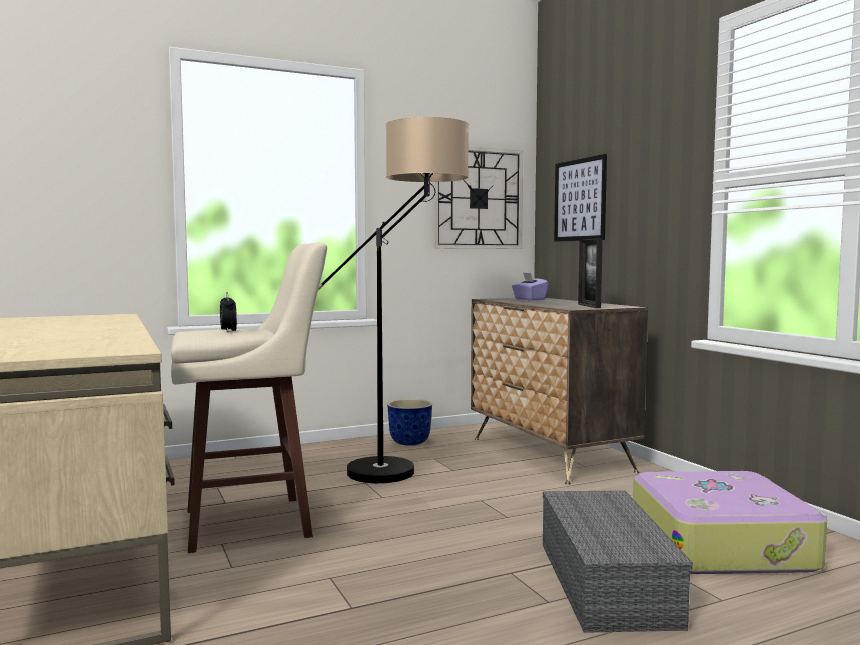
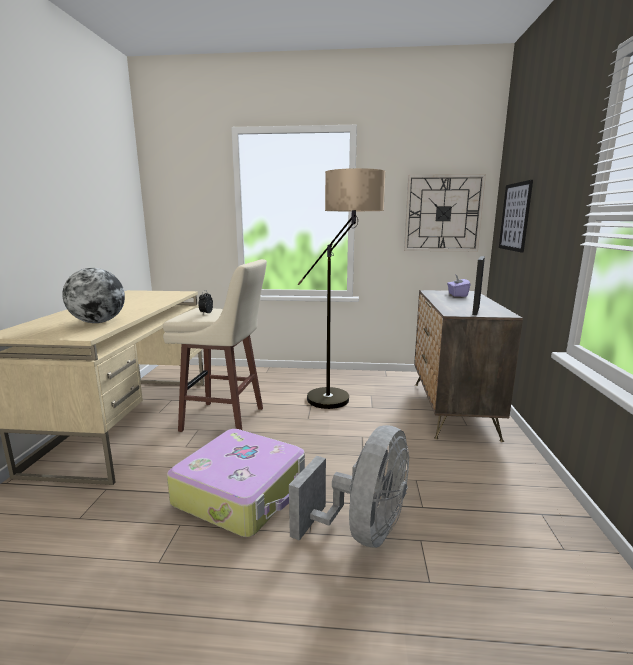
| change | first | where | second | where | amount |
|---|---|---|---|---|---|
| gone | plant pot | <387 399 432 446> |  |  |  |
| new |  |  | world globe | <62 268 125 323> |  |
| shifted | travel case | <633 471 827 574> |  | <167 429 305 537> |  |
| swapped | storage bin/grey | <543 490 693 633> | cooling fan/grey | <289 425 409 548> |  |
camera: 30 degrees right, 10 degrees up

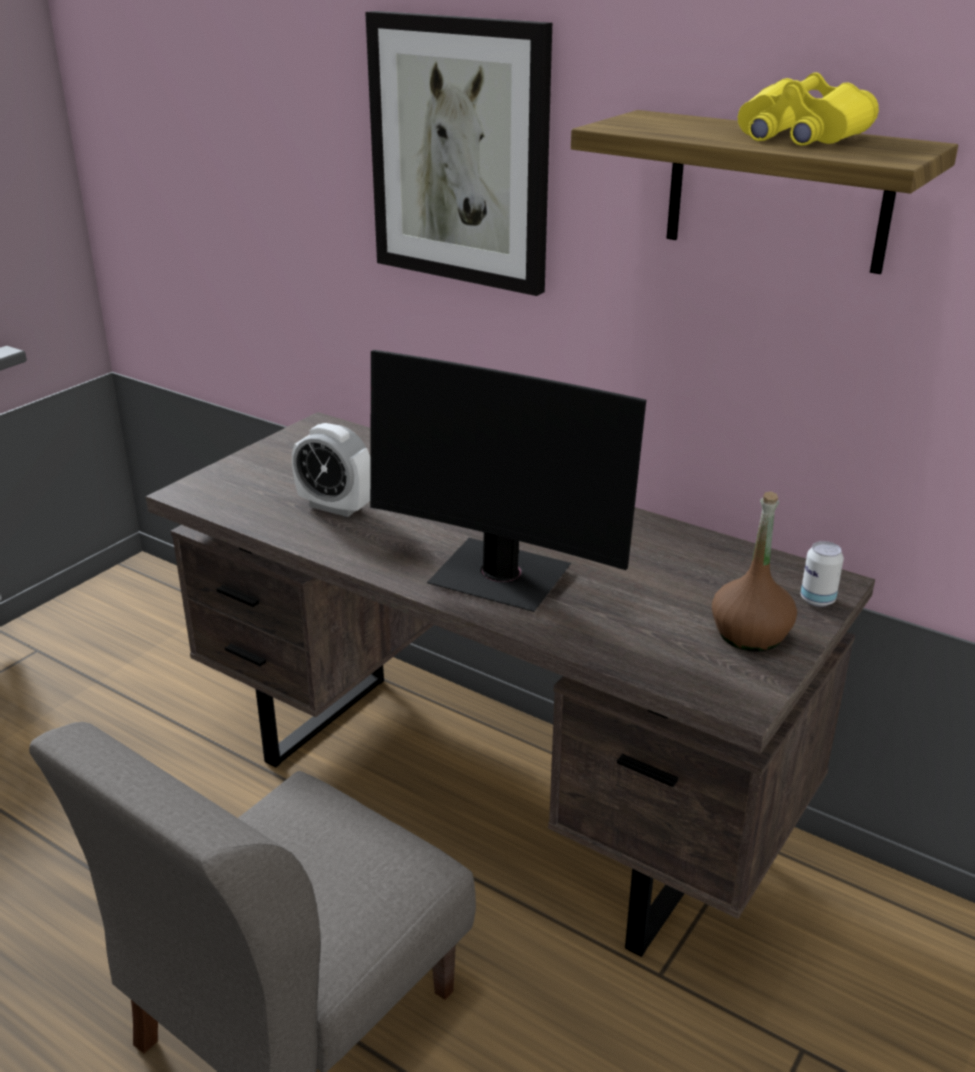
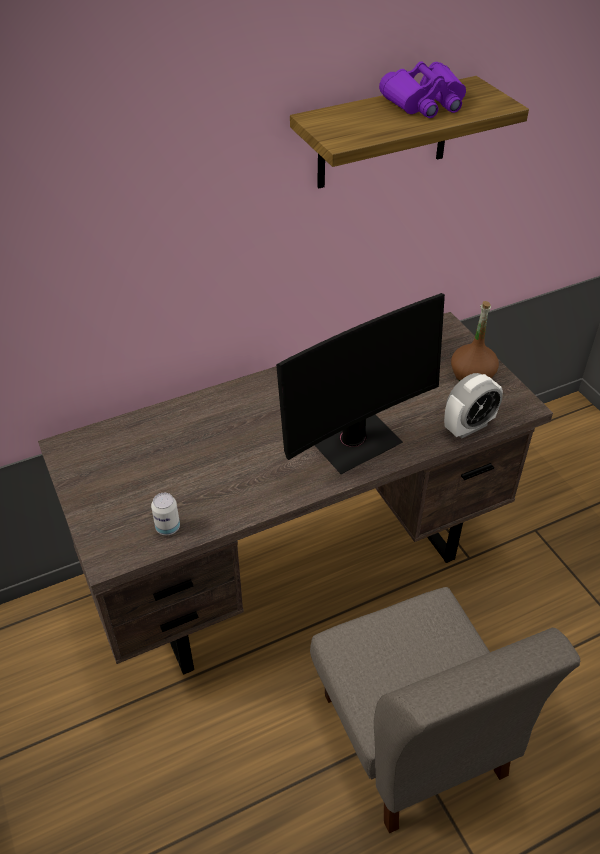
| change | first | where | second | where | amount |
|---|---|---|---|---|---|
| gone | wall picture | <365 11 552 296> |  |  |  |
| shifted | alarm clock | <292 423 370 517> |  | <444 373 503 439> |  |
| shifted | sealed can | <801 541 844 607> |  | <151 493 180 535> |  |
| repainted | pair of binoculars/yellow | <738 72 879 146> | pair of binoculars/purplish | <379 61 466 118> |  |
camera: 60 degrees left, 15 degrees up

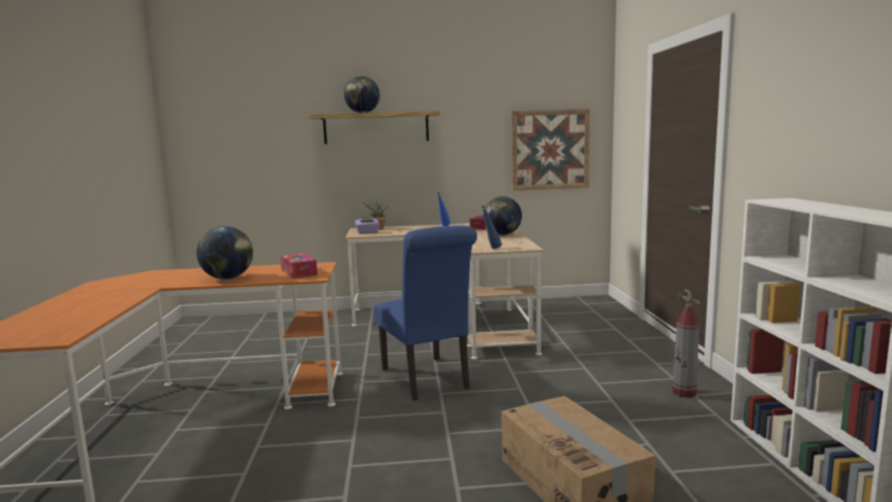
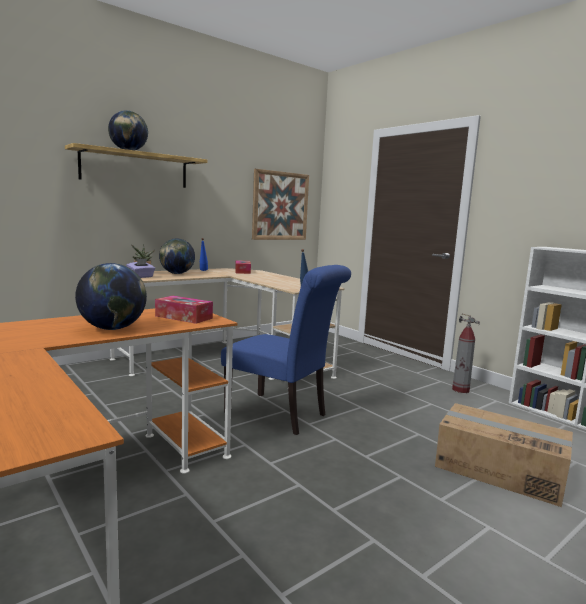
| change | first | where | second | where | amount |
|---|---|---|---|---|---|
| shifted | world globe | <483 196 522 236> |  | <159 238 195 274> |  |
camera: 35 degrees left, 0 degrees up

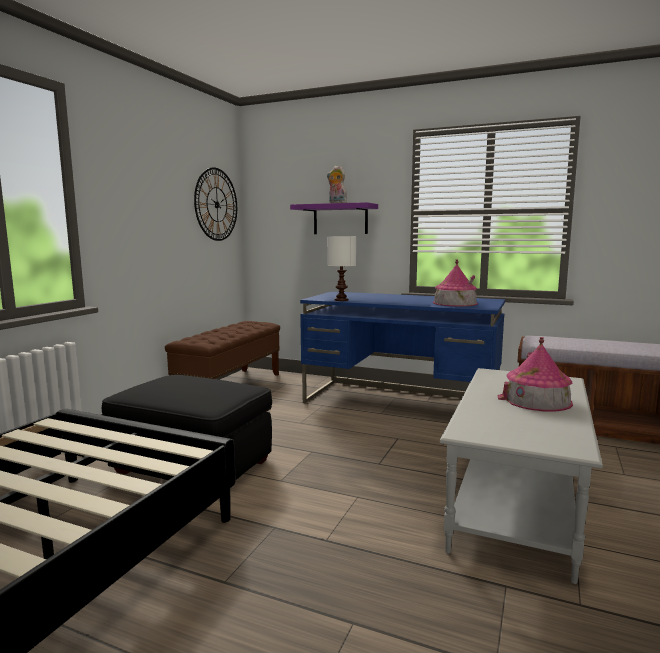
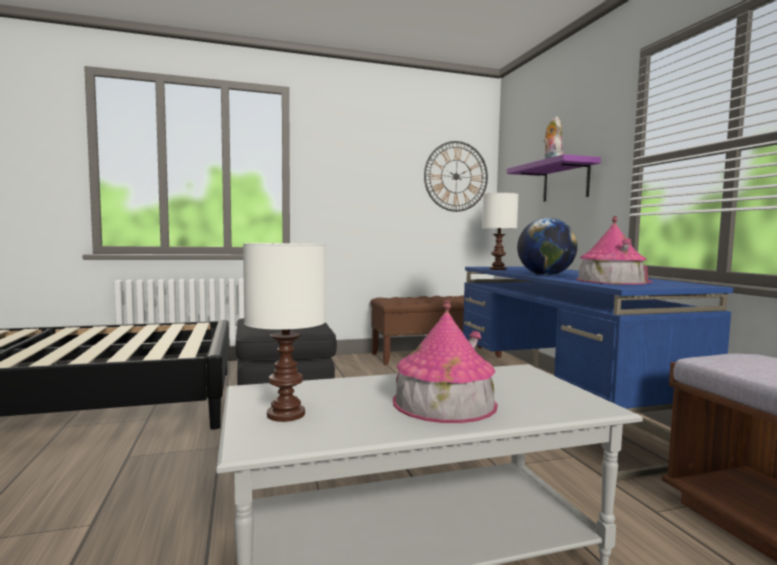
| change | first | where | second | where | amount |
|---|---|---|---|---|---|
| new |  |  | table lamp/white | <243 243 326 422> |  |
| new |  |  | world globe | <517 218 578 276> |  |
camera: 50 degrees right, 5 degrees down

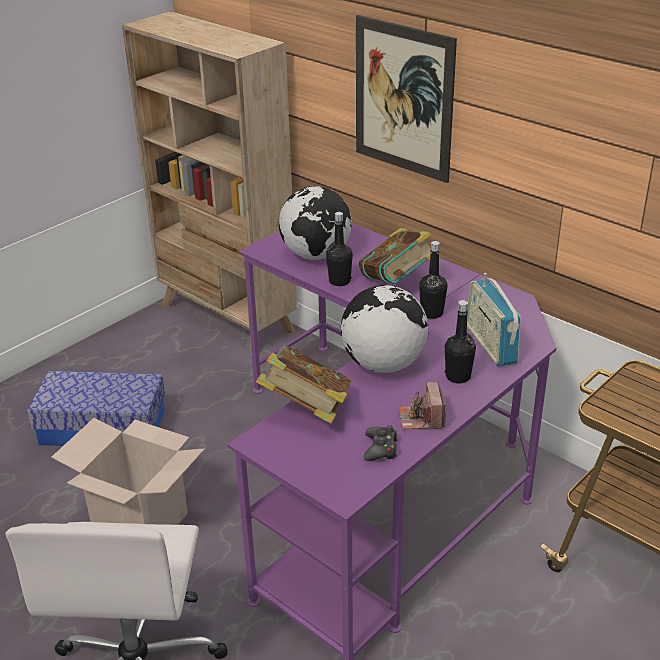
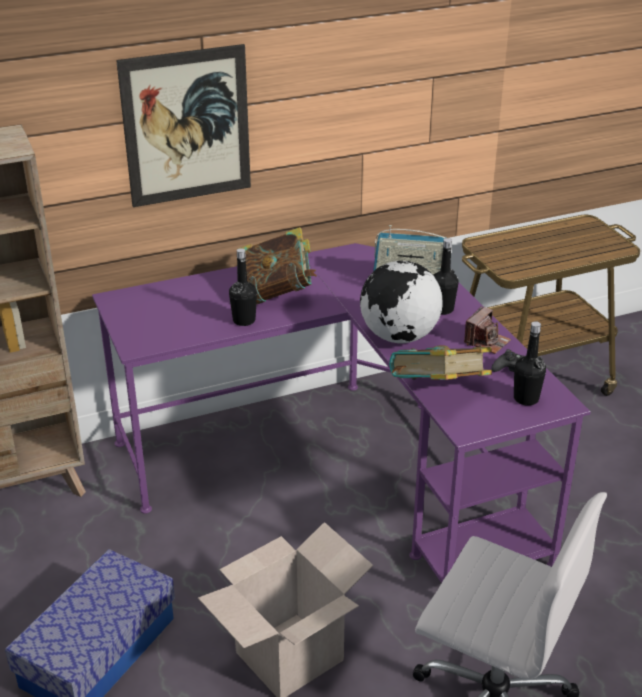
| change | first | where | second | where | amount |
|---|---|---|---|---|---|
| gone | world globe | <279 186 352 260> |  |  |  |
| shifted | beverage bottle/black-coloured | <419 241 447 319> |  | <514 321 546 406> |  |
| rotated | photo camera | <399 382 446 430> |  | <464 306 511 354> | 75 degrees counterclockwise |
camera: 65 degrees left, 0 degrees up

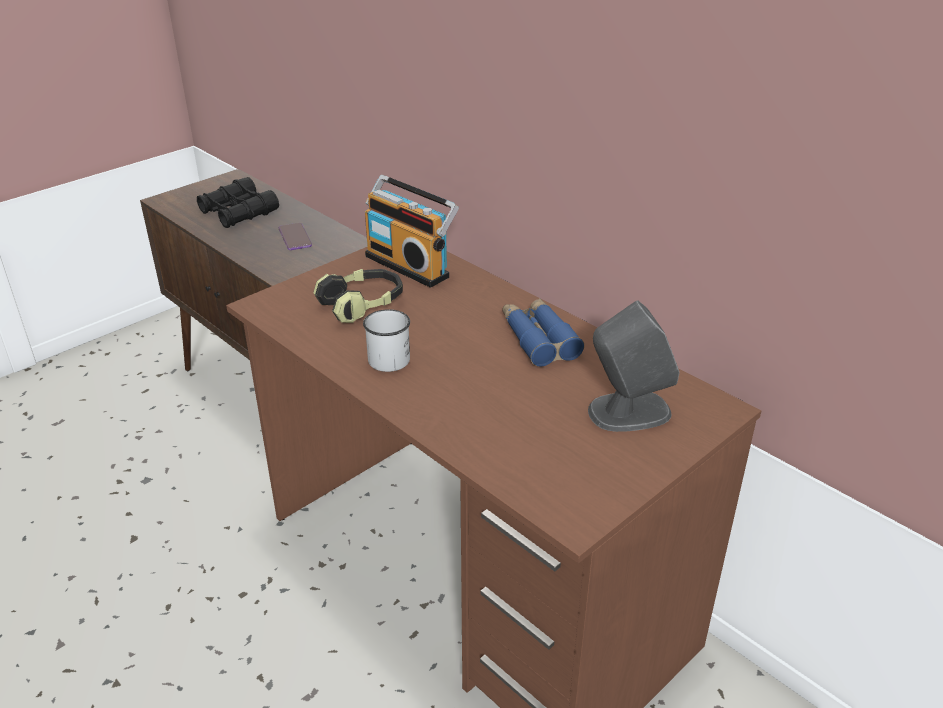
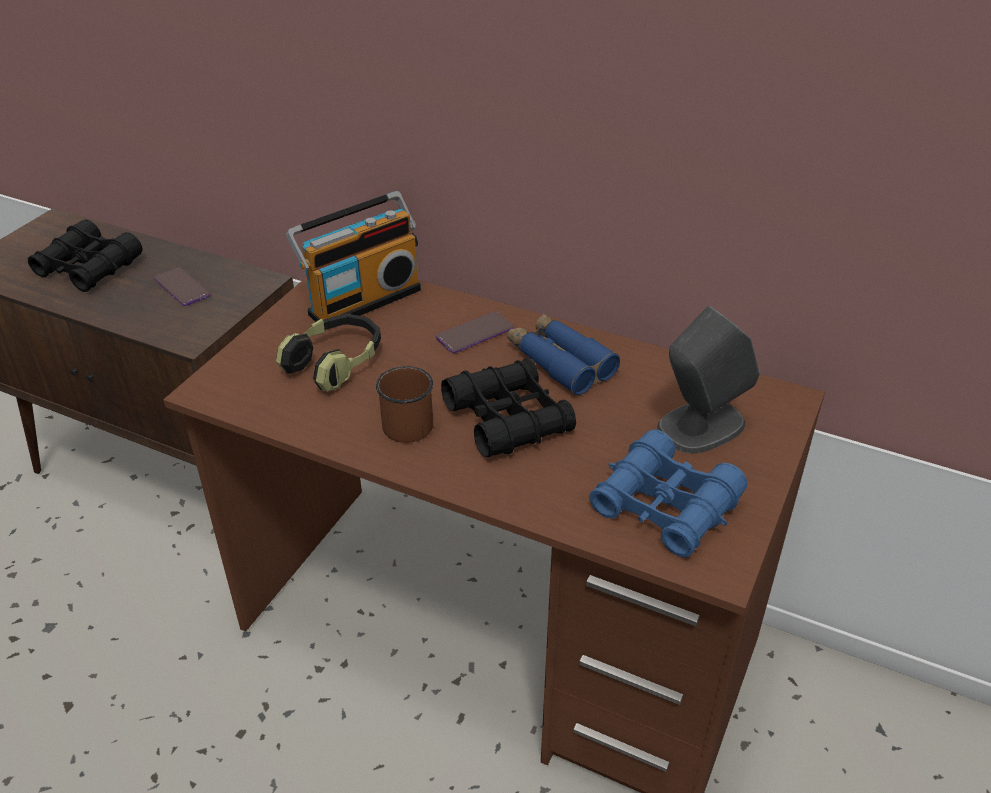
| change | first | where | second | where | amount |
|---|---|---|---|---|---|
| new |  |  | phone | <436 311 514 353> |  |
| new |  |  | pair of binoculars/black-coloured | <441 358 576 457> |  |
| new |  |  | pair of binoculars/blue | <589 429 748 557> |  |
| repainted | tea mug/white | <363 309 410 372> | tea mug/brownish | <376 366 433 443> |  |
| rotated | radio set | <365 175 459 288> |  | <286 191 421 322> | 60 degrees counterclockwise |
camera: 20 degrees left, 5 degrees up

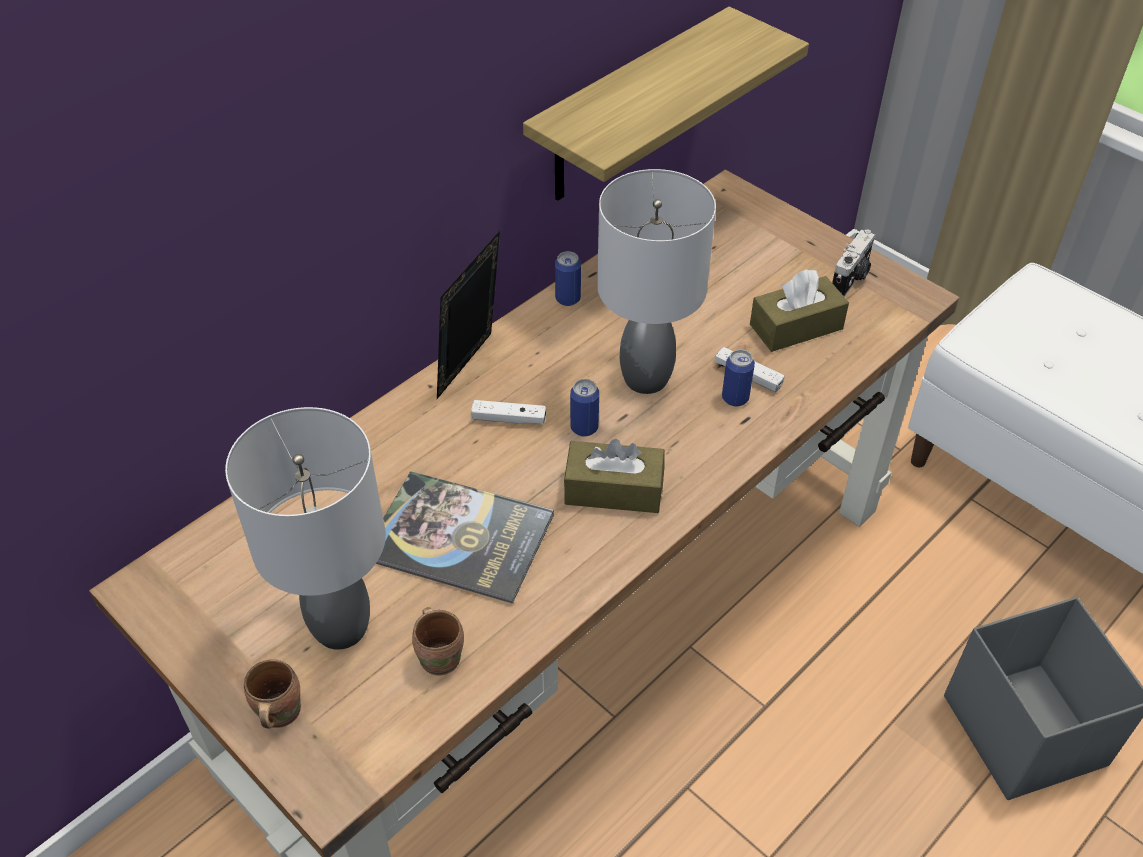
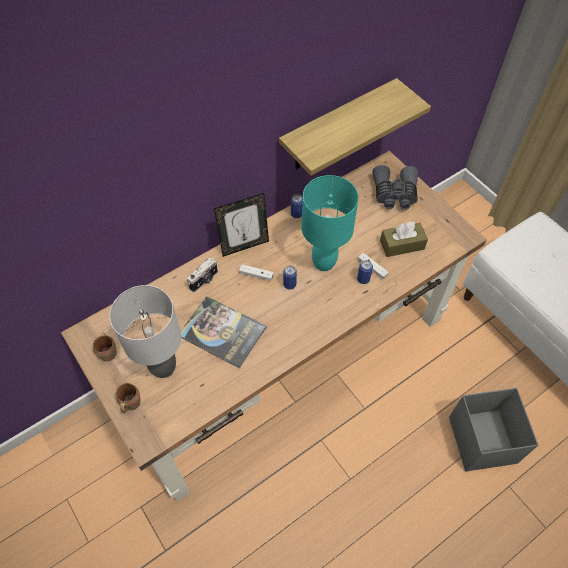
| change | first | where | second | where | amount |
|---|---|---|---|---|---|
| gone | box of tissues/brownish | <564 439 665 513> |  |  |  |
| new |  |  | pair of binoculars/grey | <372 165 418 210> |  |
| shifted | tea mug/brownish | <412 607 464 676> |  | <93 333 117 361> |  |
| shifted | photo camera | <832 229 875 297> |  | <187 258 218 292> |  |
| repainted | table lamp/grey | <597 169 716 394> | table lamp/turquoise | <302 175 359 271> |  |
| rotated | picture frame | <437 231 500 399> |  | <214 193 269 257> | 150 degrees counterclockwise |
camera: 10 degrees right, 10 degrees up

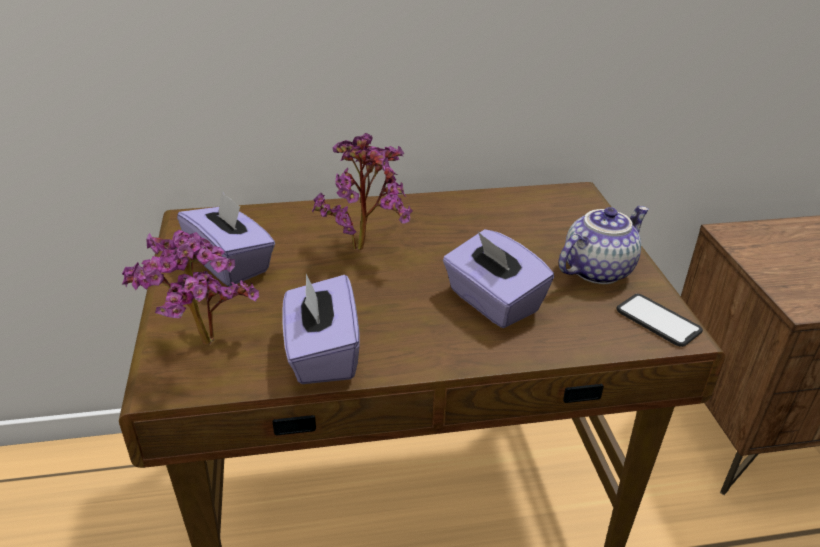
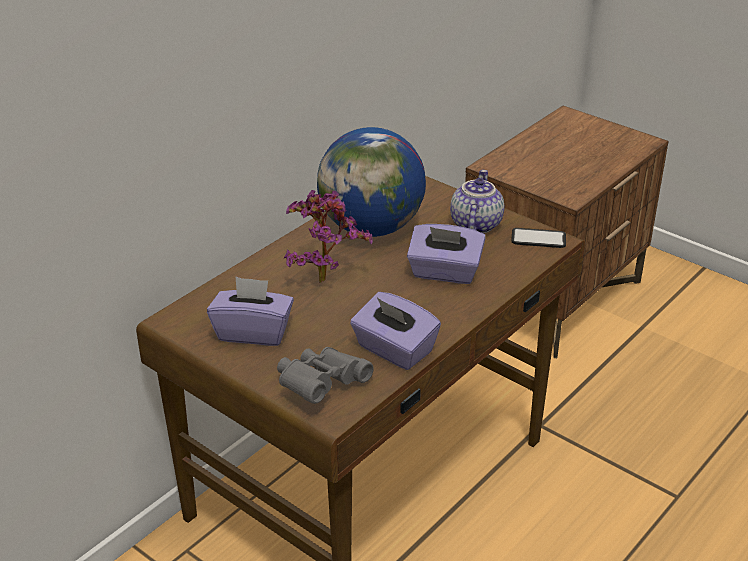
| change | first | where | second | where | amount |
|---|---|---|---|---|---|
| new |  |  | world globe | <317 127 426 237> |  |
| swapped | potted plant | <122 230 259 345> | pair of binoculars/grey | <277 347 374 404> |  |
camera: 40 degrees left, 0 degrees up

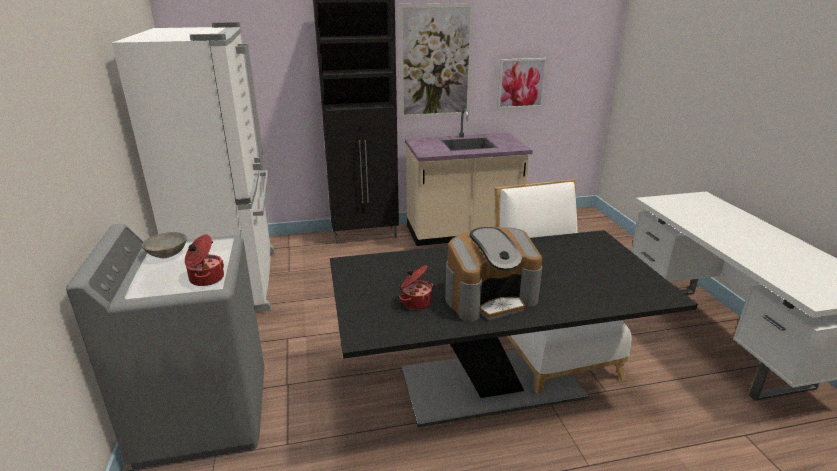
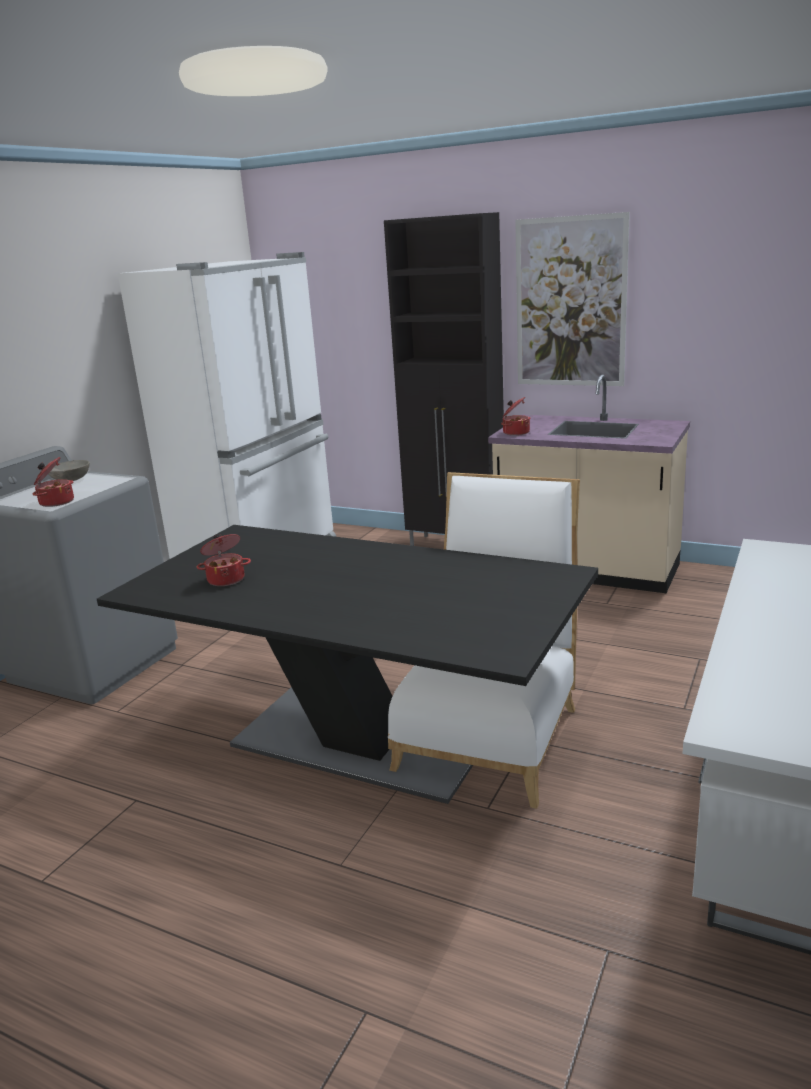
| change | first | where | second | where | amount |
|---|---|---|---|---|---|
| gone | coffee maker | <445 227 542 321> |  |  |  |
| gone | wall picture | <497 58 547 109> |  |  |  |
| new |  |  | saucepot | <501 397 530 436> |  |
camera: 40 degrees right, 5 degrees down

